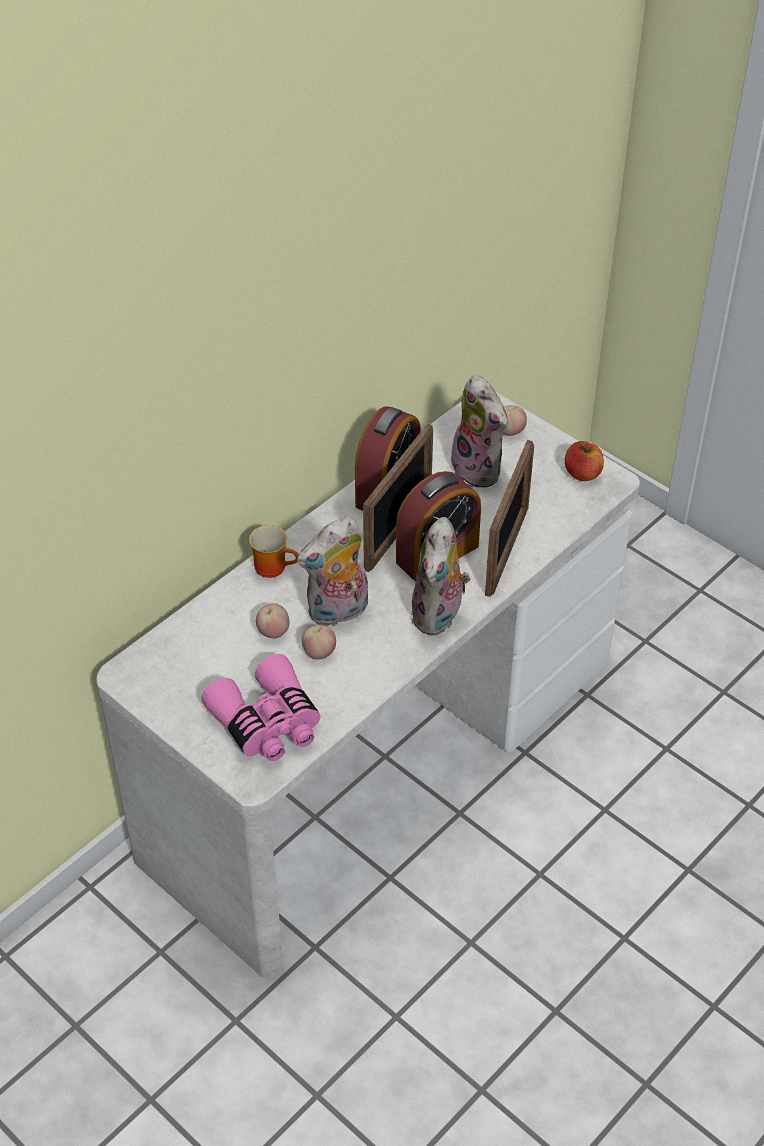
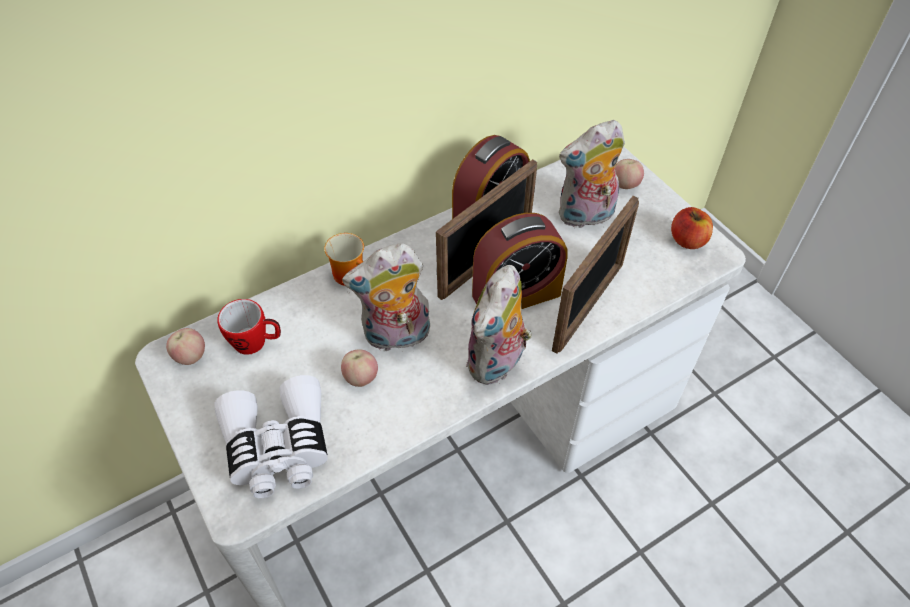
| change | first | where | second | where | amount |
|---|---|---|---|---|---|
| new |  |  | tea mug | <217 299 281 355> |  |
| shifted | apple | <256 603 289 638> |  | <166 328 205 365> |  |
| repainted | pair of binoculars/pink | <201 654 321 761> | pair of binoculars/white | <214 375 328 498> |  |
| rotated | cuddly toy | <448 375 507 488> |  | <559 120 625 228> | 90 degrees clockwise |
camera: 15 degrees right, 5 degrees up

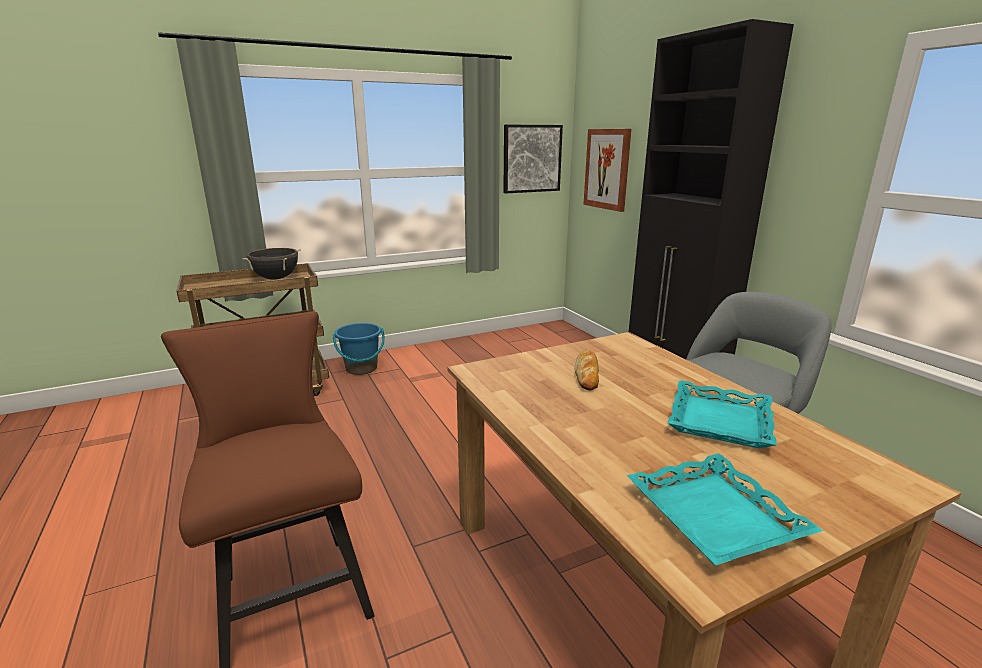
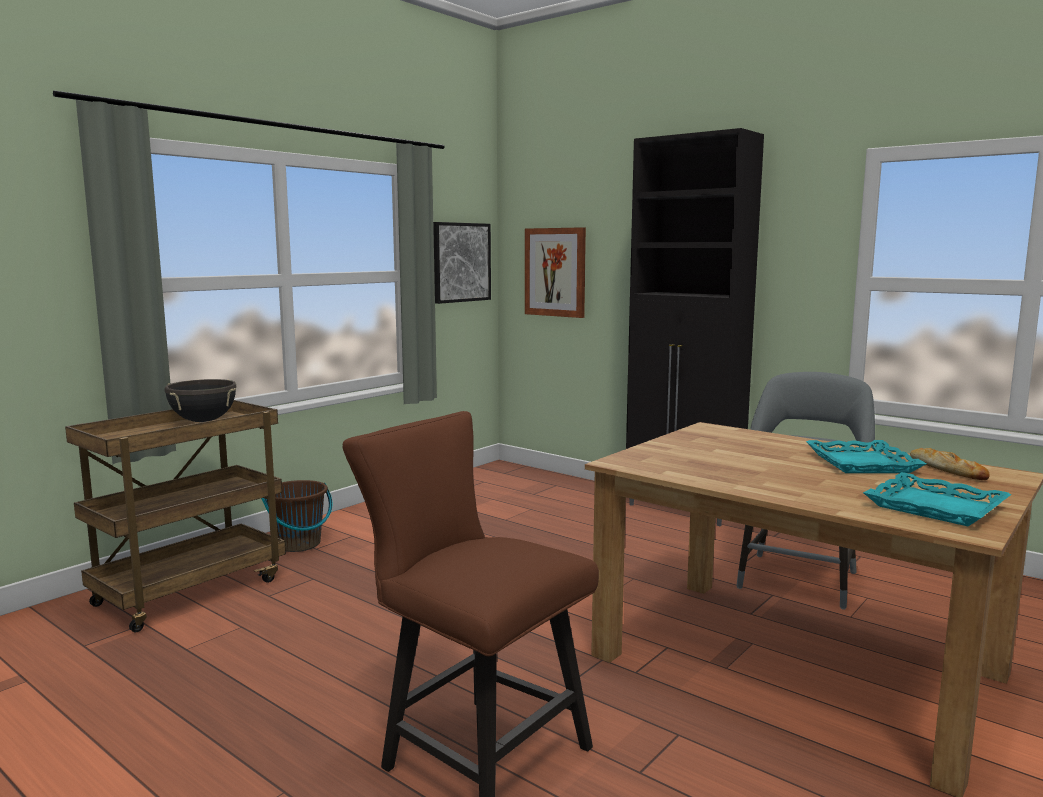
| change | first | where | second | where | amount |
|---|---|---|---|---|---|
| shifted | bakery bread | <575 350 599 390> |  | <910 448 990 480> |  |
| repainted | water bucket/blue | <332 323 385 375> | water bucket/brownish | <262 480 332 552> |  |
camera: 25 degrees left, 10 degrees down

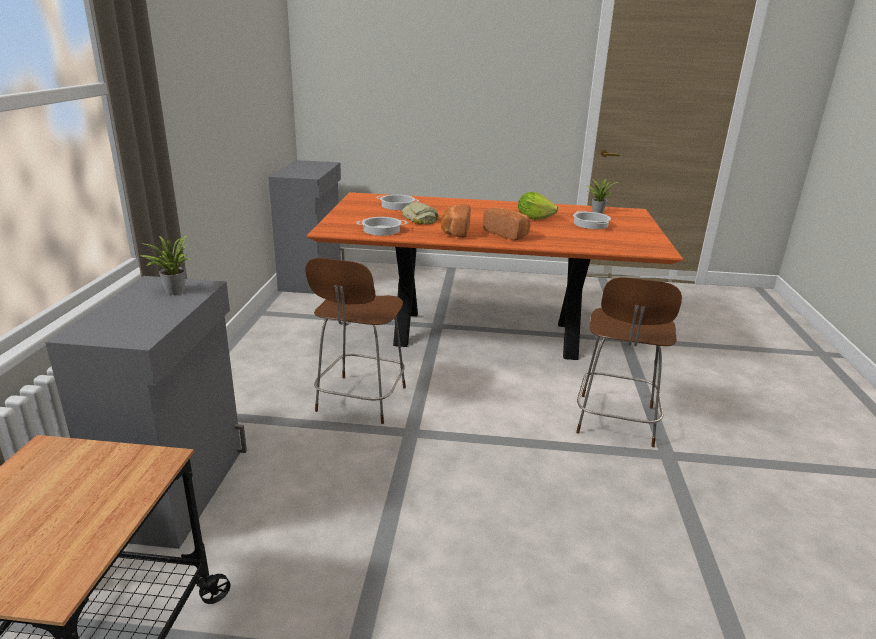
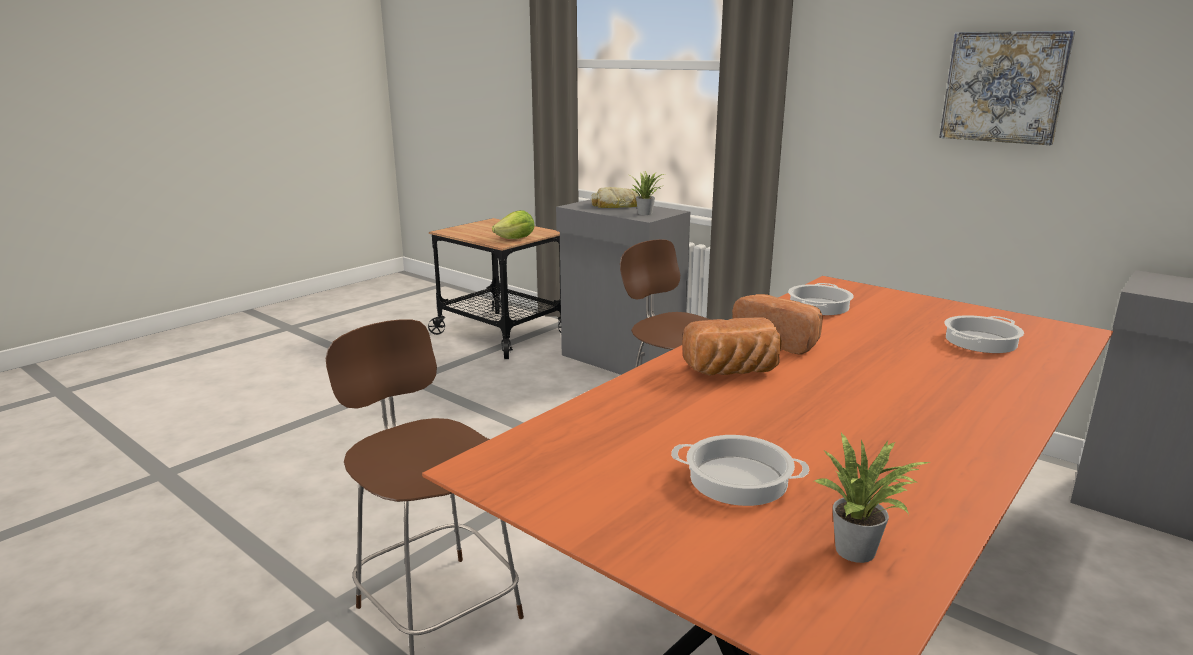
| change | first | where | second | where | amount |
|---|---|---|---|---|---|
| new |  |  | wall picture | <939 31 1075 145> |  |
| shifted | bakery bread | <401 202 439 225> |  | <592 187 639 208> |  |
| shifted | lettuce head | <518 192 559 220> |  | <492 210 534 239> |  |
camera: 125 degrees right, 5 degrees down

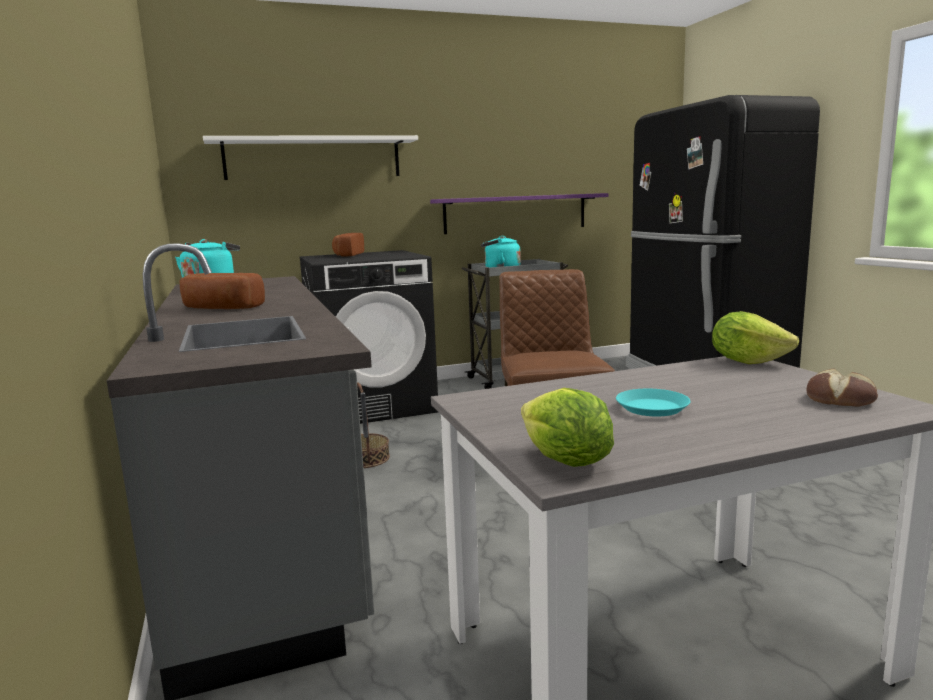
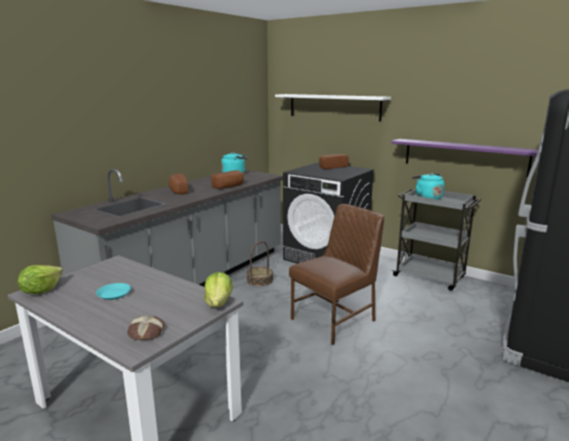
| change | first | where | second | where | amount |
|---|---|---|---|---|---|
| new |  |  | bakery bread | <211 170 244 189> |  |
camera: 55 degrees right, 5 degrees up

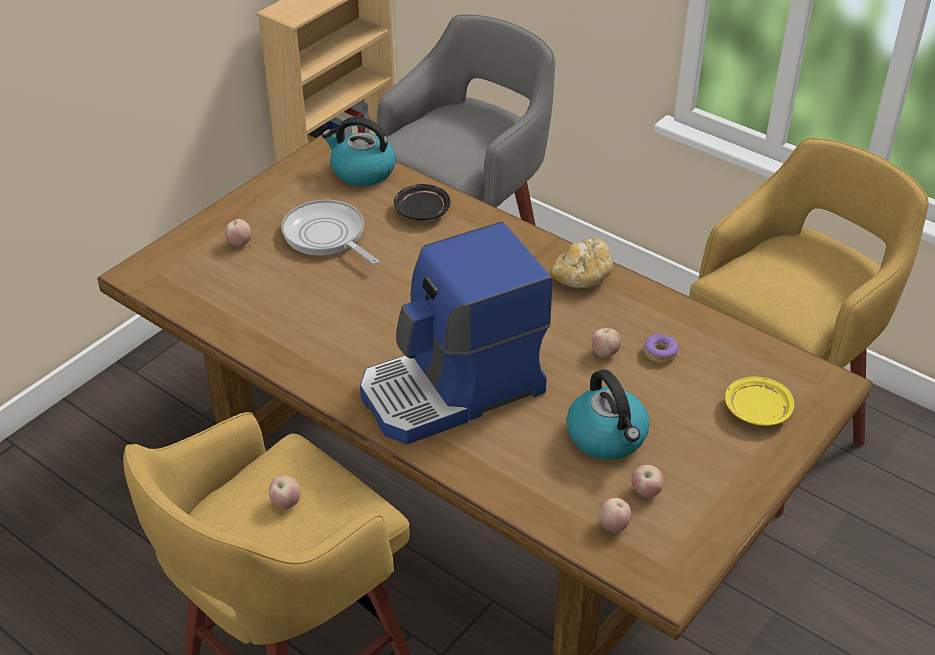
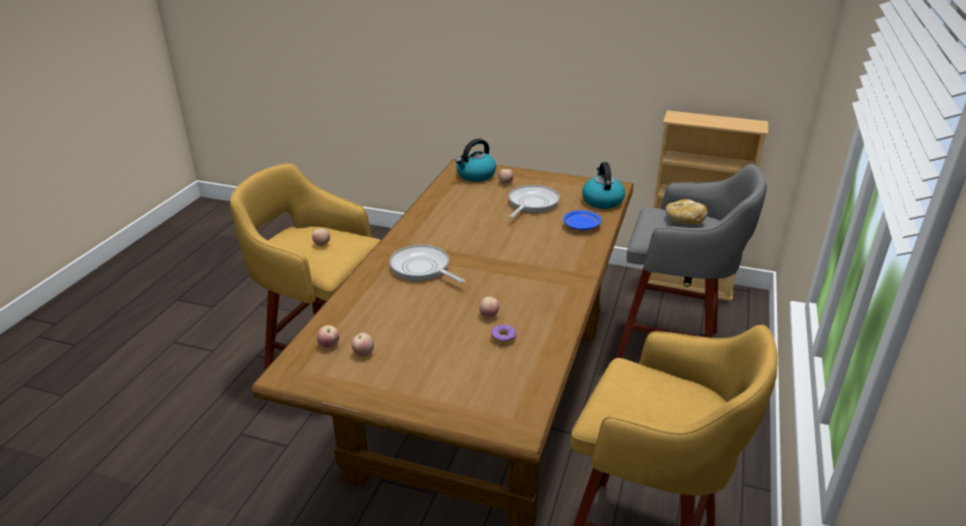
| change | first | where | second | where | amount |
|---|---|---|---|---|---|
| gone | flat dish/yellow | <725 377 794 426> |  |  |  |
| shifted | bakery bread | <552 238 613 288> |  | <665 199 708 225> |  |
| shifted | tea kettle | <566 369 650 459> |  | <456 139 496 182> |  |
| swapped | coffee maker | <360 222 553 444> | pan | <390 245 465 283> |  |
| repainted | flat dish/black-coloured | <394 184 451 220> | flat dish/blue | <563 210 602 230> |  |
camera: 70 degrees right, 10 degrees down

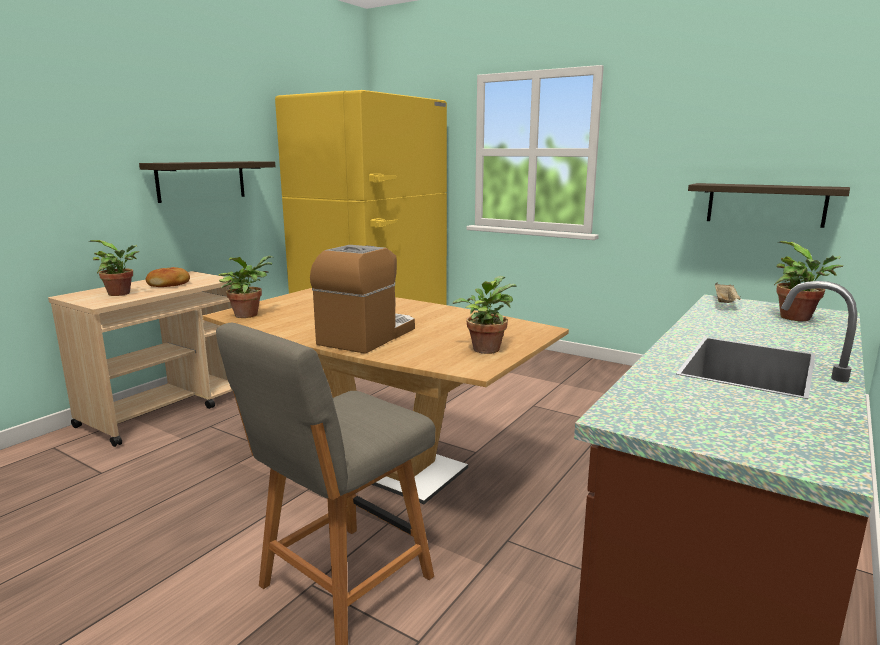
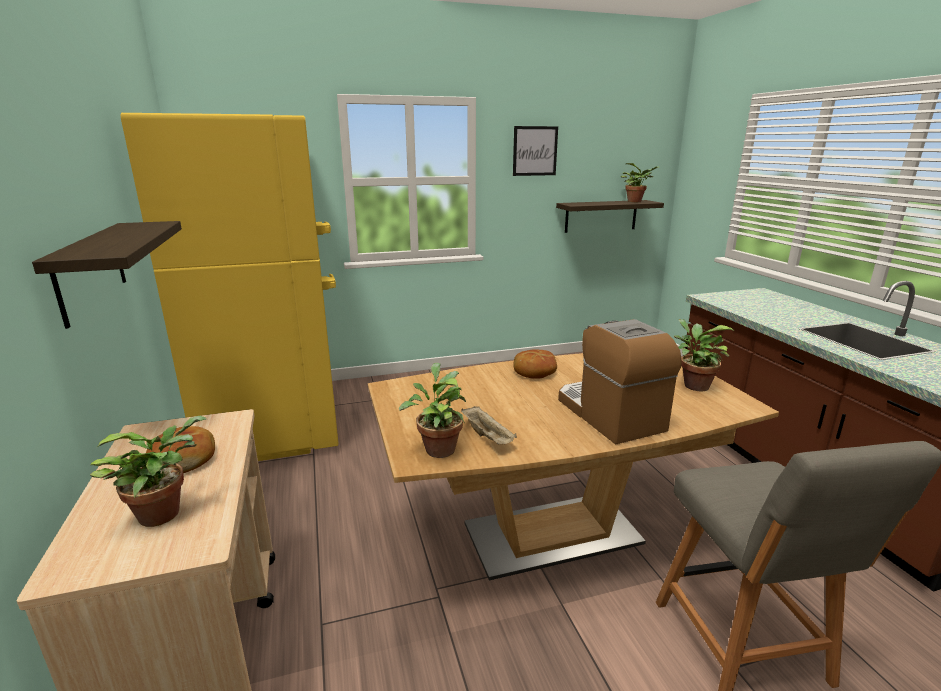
| change | first | where | second | where | amount |
|---|---|---|---|---|---|
| new |  |  | wall picture | <513 126 558 176> |  |
| new |  |  | bakery bread | <513 349 557 379> |  |
| shifted | serving tray/sand-coloured | <715 282 741 303> |  | <461 406 517 445> |  |
| shifted | potted plant | <774 241 843 321> |  | <621 163 660 202> |  |
camera: 50 degrees left, 5 degrees up

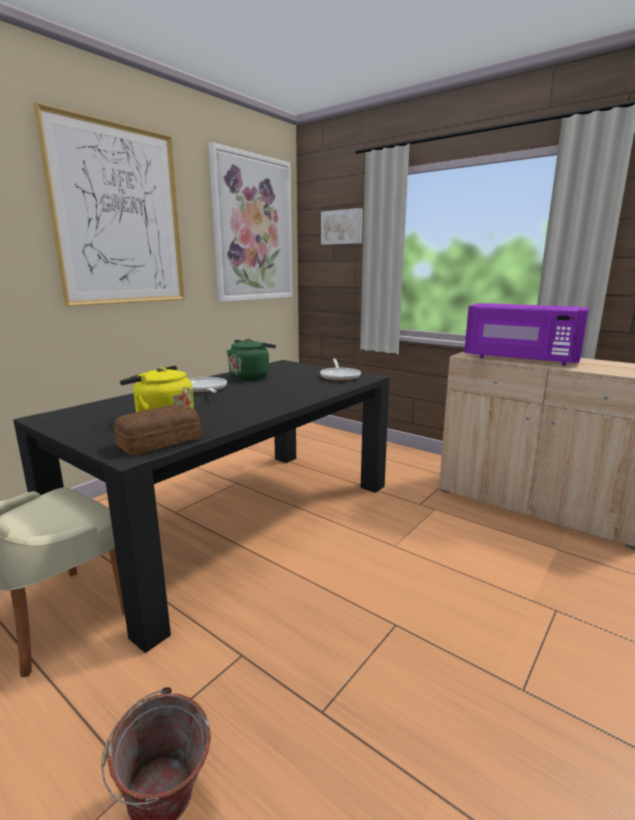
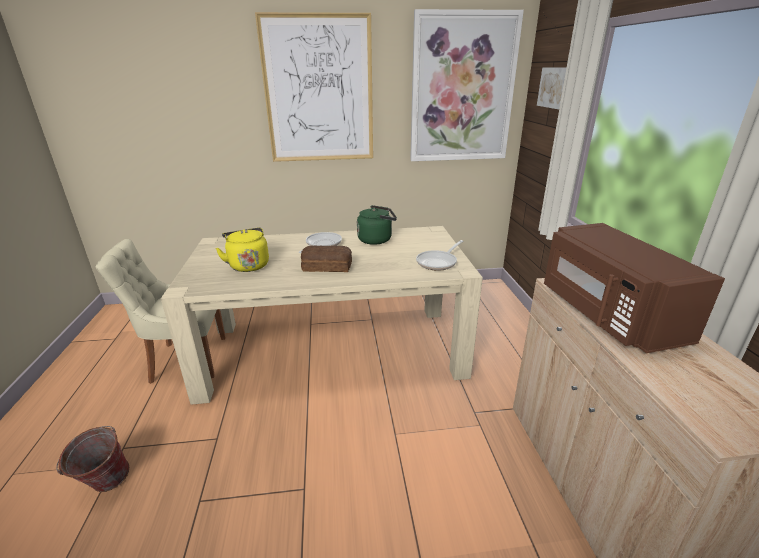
| change | first | where | second | where | amount |
|---|---|---|---|---|---|
| shifted | bakery bread | <114 404 202 455> |  | <301 245 352 272> |  |
| repainted | dining table/black-coloured | <13 360 390 653> | dining table/sand-coloured | <161 226 483 405> |  |
| repainted | microwave/purplish | <464 303 589 366> | microwave/brownish | <544 223 725 353> |  |
camera: 45 degrees right, 10 degrees up

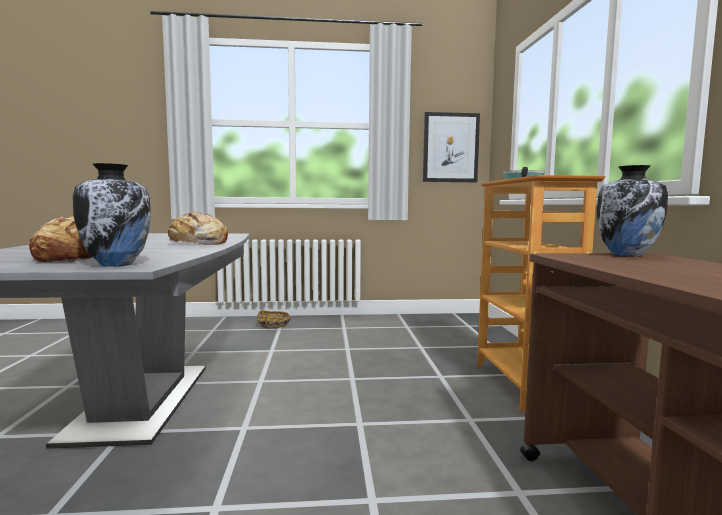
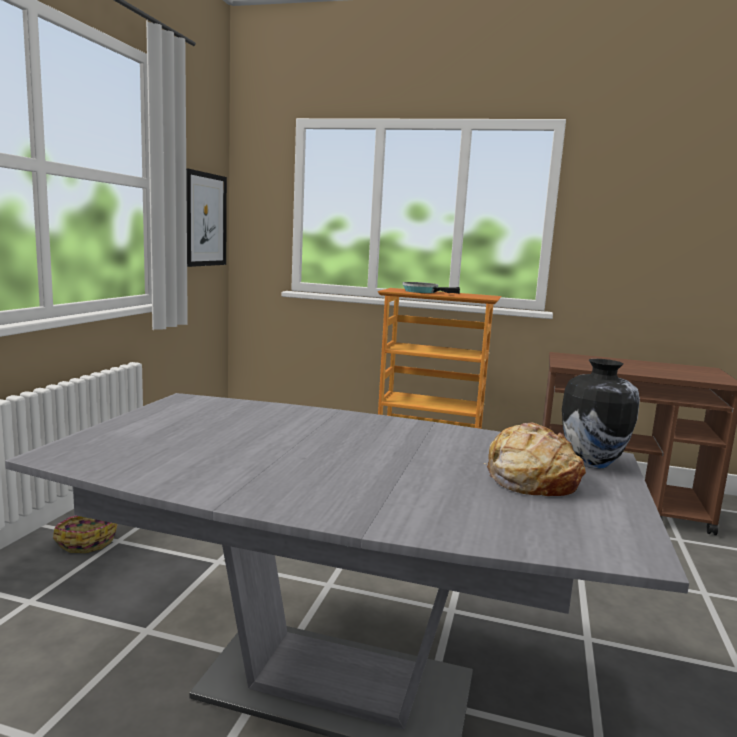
| change | first | where | second | where | amount |
|---|---|---|---|---|---|
| gone | bakery bread | <168 212 228 245> |  |  |  |
| gone | decorative vase | <597 165 668 257> |  |  |  |
camera: 70 degrees left, 5 degrees up

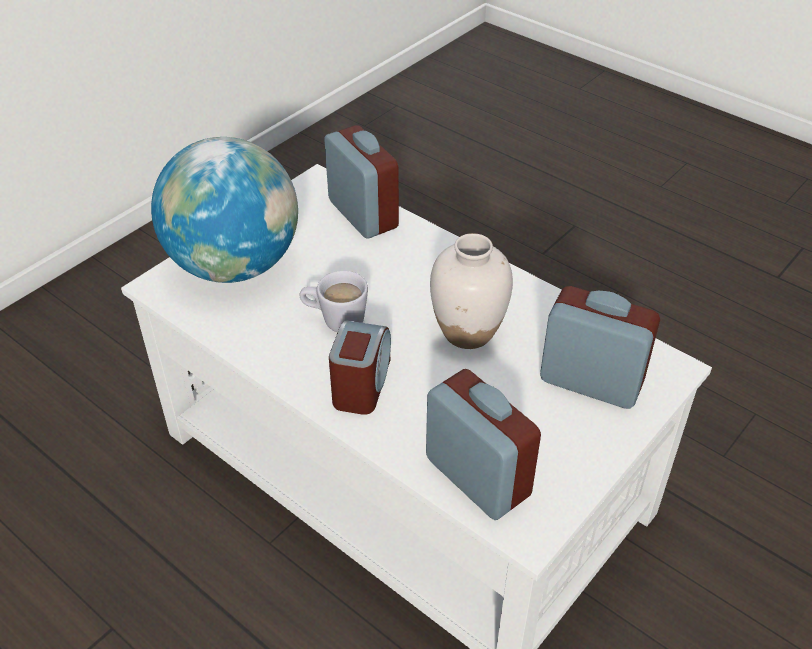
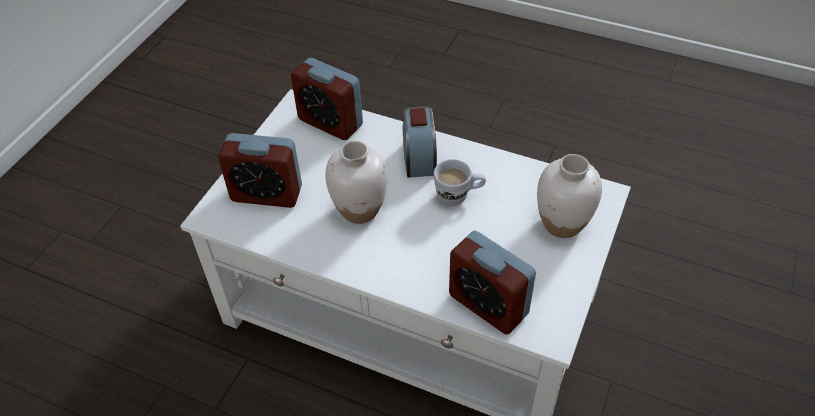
| change | first | where | second | where | amount |
|---|---|---|---|---|---|
| swapped | world globe | <151 137 298 283> | decorative vase/white | <537 154 602 238> |  |
camera: 165 degrees right, 5 degrees up

